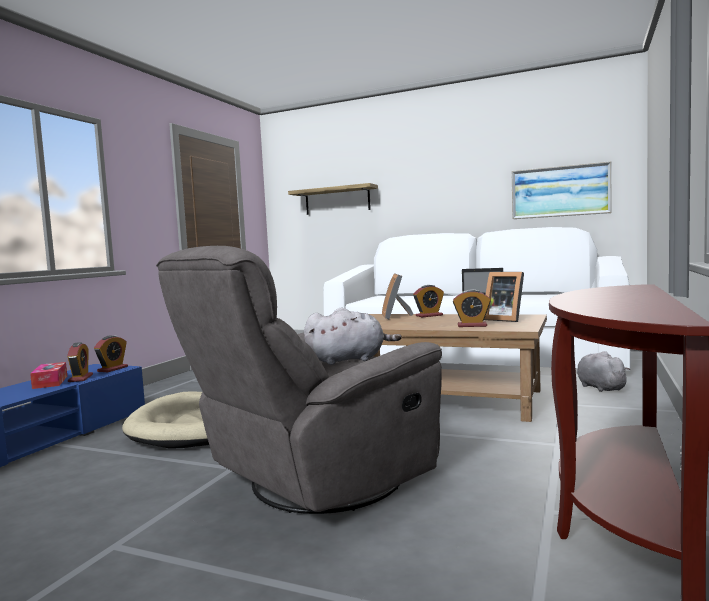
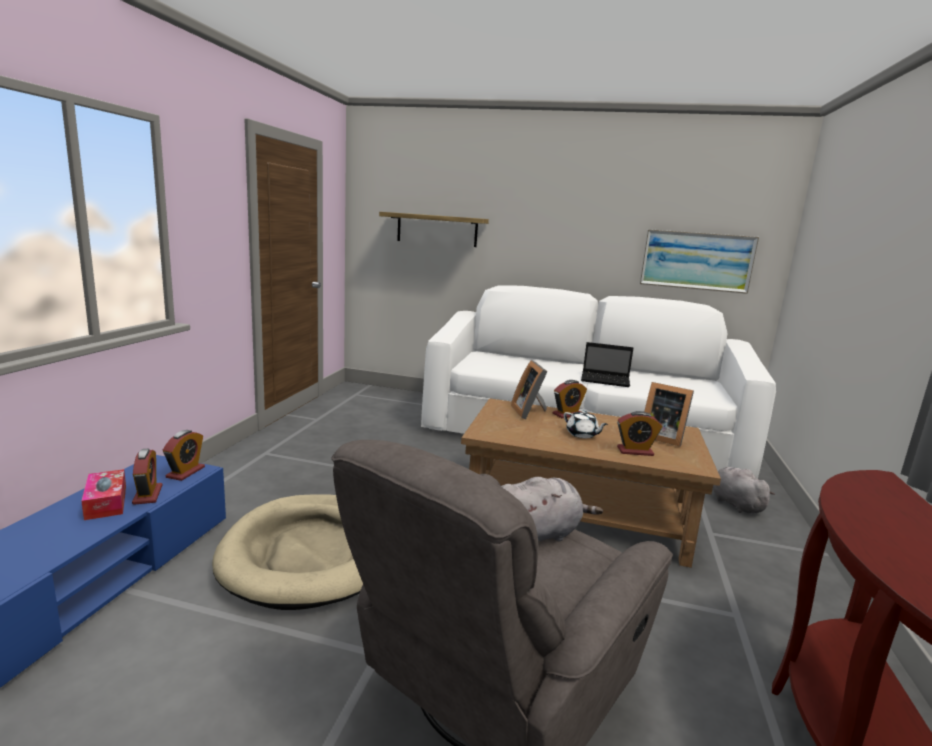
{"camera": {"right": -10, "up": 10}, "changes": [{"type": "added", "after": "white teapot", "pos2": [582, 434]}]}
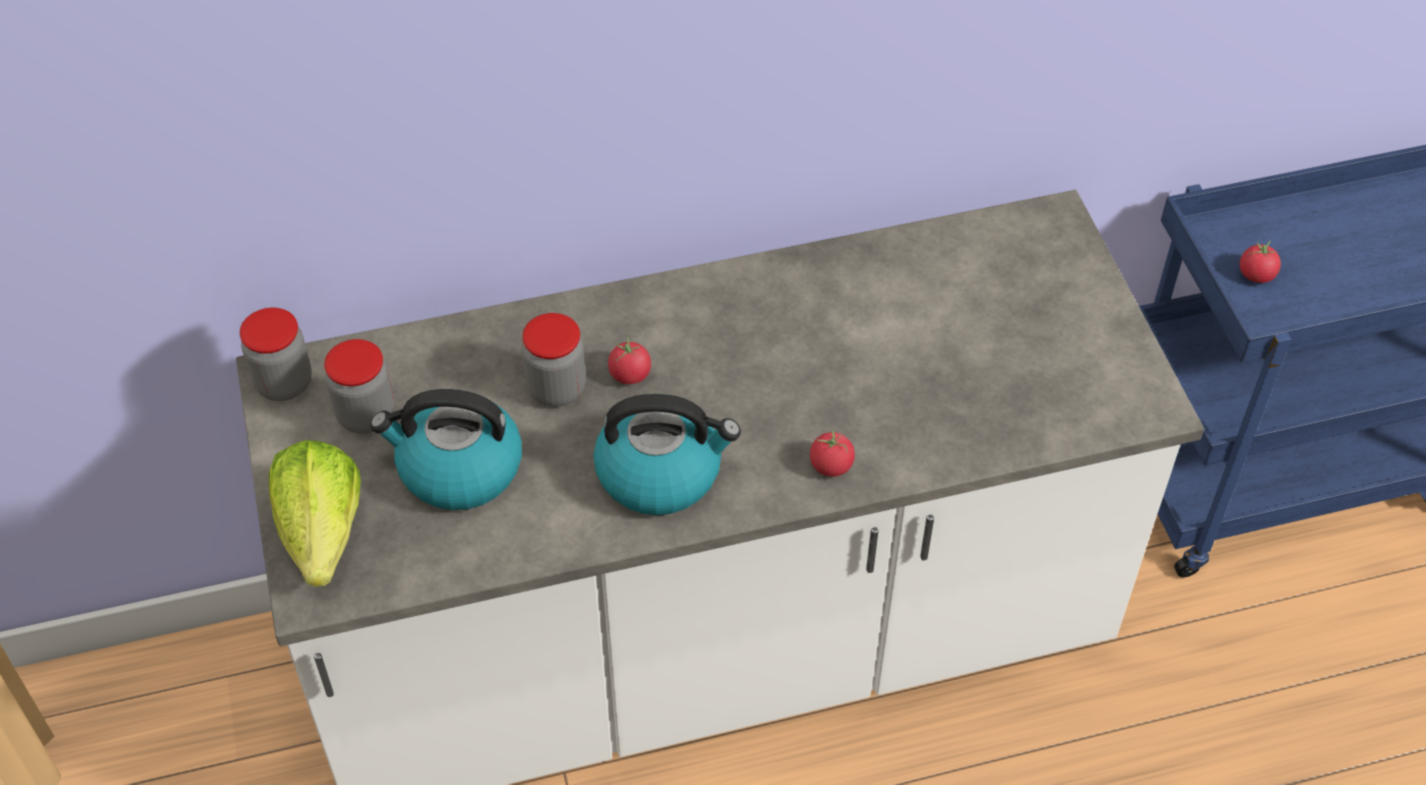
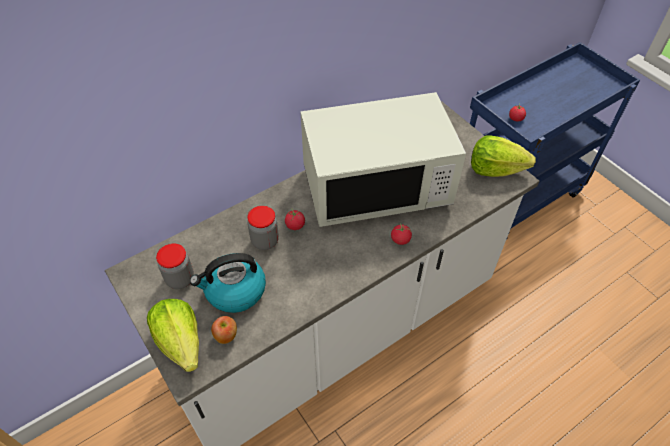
{"camera": {"right": -20, "up": 0}, "changes": [{"type": "removed", "before": "jar", "pos1": [284, 383]}, {"type": "removed", "before": "kettle", "pos1": [661, 472]}, {"type": "added", "after": "apple", "pos2": [226, 336]}, {"type": "added", "after": "white microwave", "pos2": [376, 187]}, {"type": "added", "after": "lettuce", "pos2": [495, 169]}]}
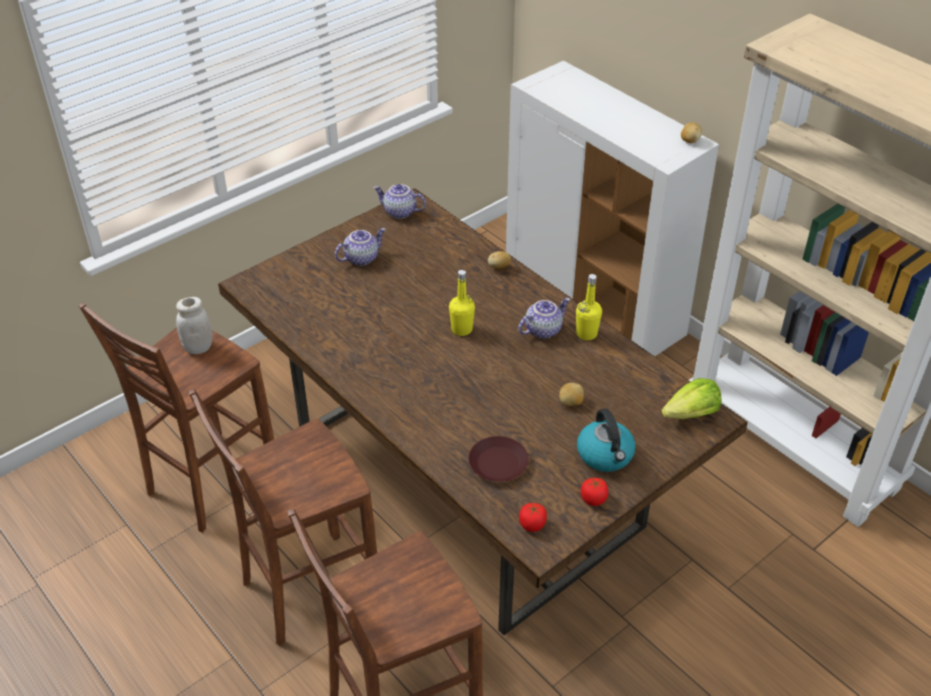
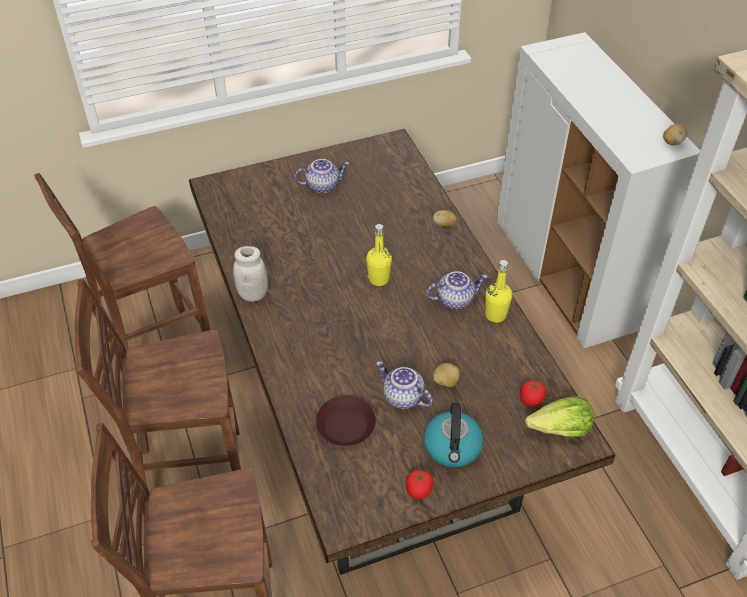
{"camera": {"right": 20, "up": 5}, "changes": [{"type": "moved", "before": "white jar", "pos1": [198, 347], "pos2": [253, 294]}, {"type": "moved", "before": "teapot", "pos1": [399, 212], "pos2": [402, 398]}, {"type": "moved", "before": "tomato", "pos1": [532, 524], "pos2": [531, 400]}]}
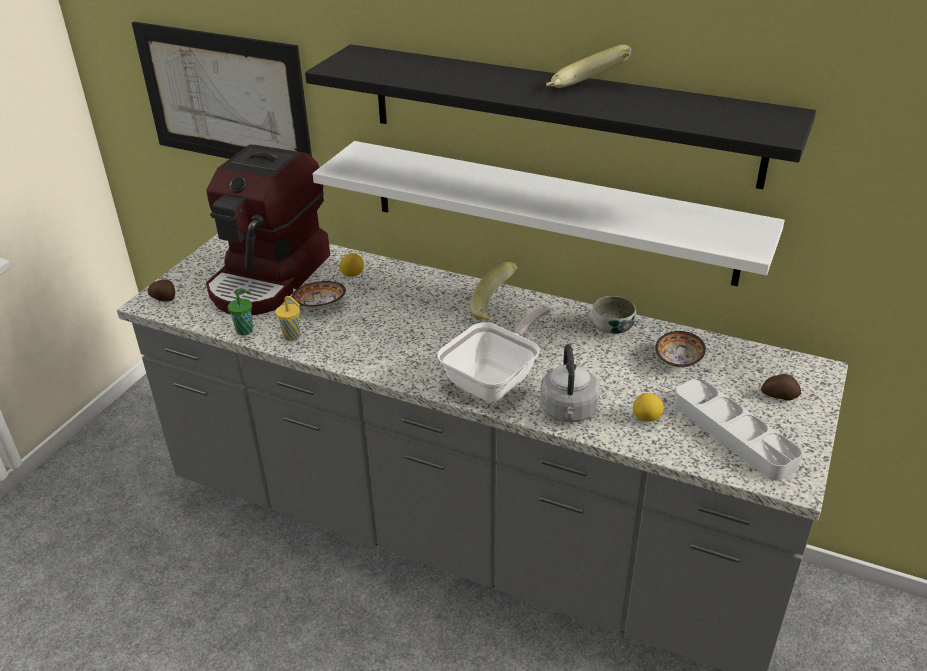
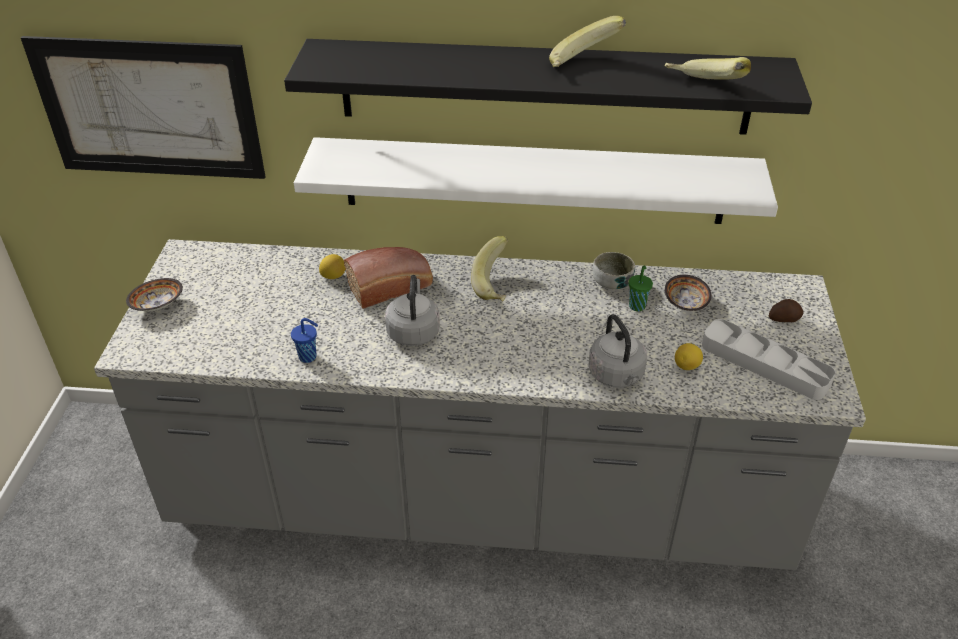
{"camera": {"right": -20, "up": 5}, "changes": [{"type": "removed", "before": "potato", "pos1": [164, 299]}, {"type": "removed", "before": "coffee machine", "pos1": [270, 278]}, {"type": "moved", "before": "green cup", "pos1": [245, 330], "pos2": [637, 305]}, {"type": "recoloured", "before": "yellow cup", "after": "blue cup", "pos1": [292, 336], "pos2": [309, 357]}, {"type": "moved", "before": "bowl", "pos1": [321, 306], "pos2": [159, 305]}, {"type": "removed", "before": "frying pan", "pos1": [496, 379]}, {"type": "added", "after": "bread", "pos2": [392, 287]}, {"type": "added", "after": "grey kettle", "pos2": [413, 331]}, {"type": "added", "after": "banana", "pos2": [703, 88]}]}
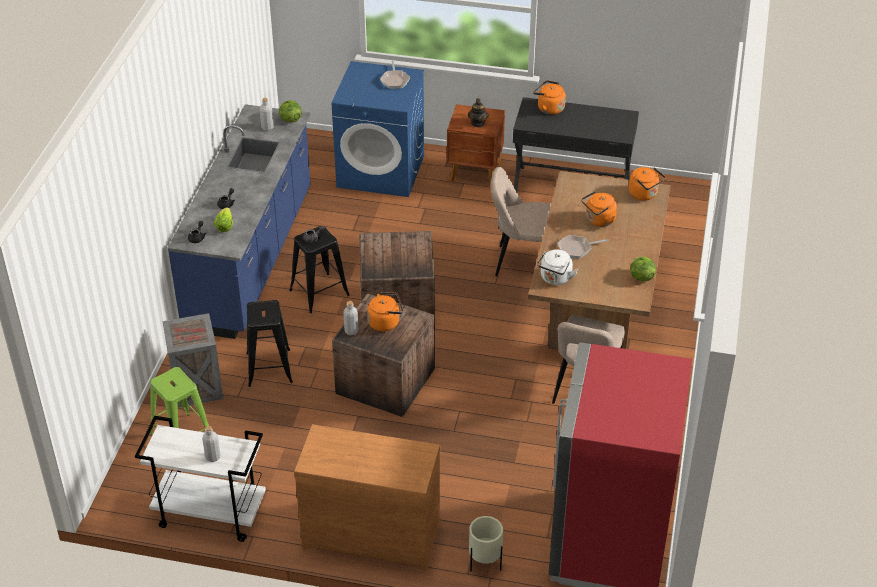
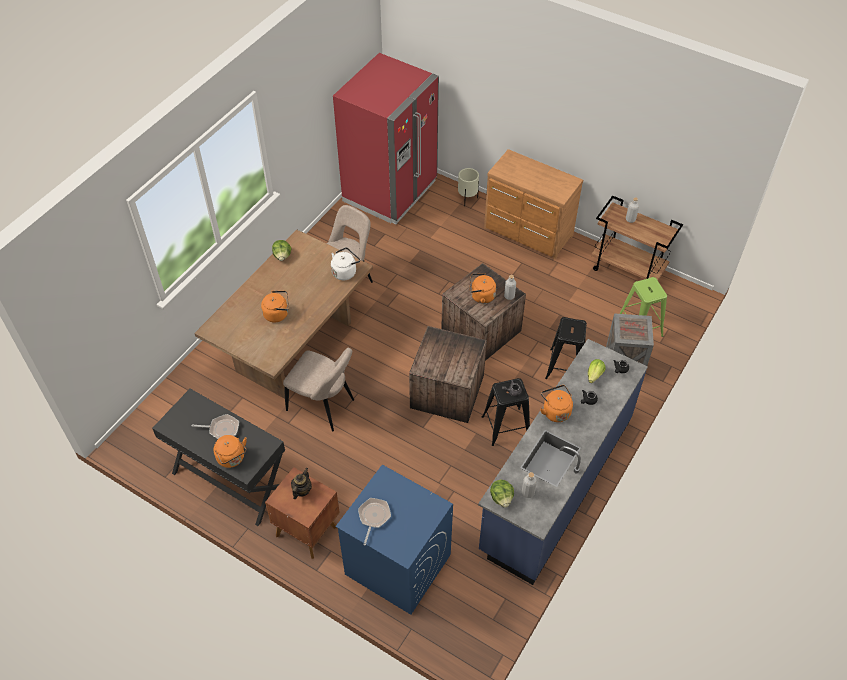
{"camera": {"right": -160, "up": 10}, "changes": [{"type": "recoloured", "before": "white cart", "after": "brown cart", "pos1": [209, 514], "pos2": [628, 270]}, {"type": "moved", "before": "frying pan", "pos1": [576, 249], "pos2": [222, 429]}, {"type": "moved", "before": "orange kettle", "pos1": [644, 194], "pos2": [555, 411]}]}
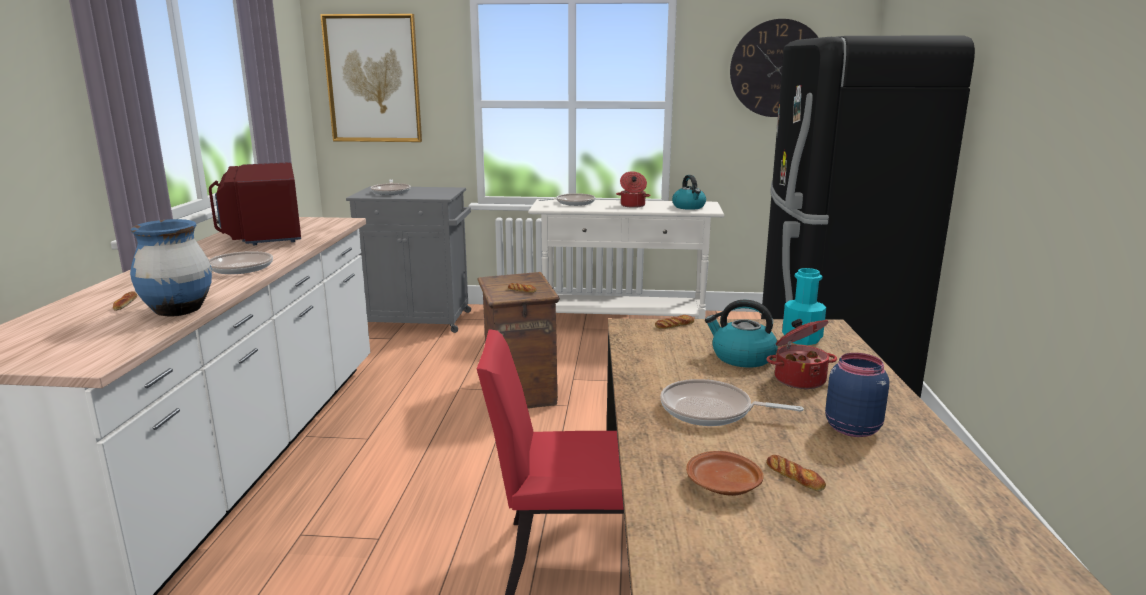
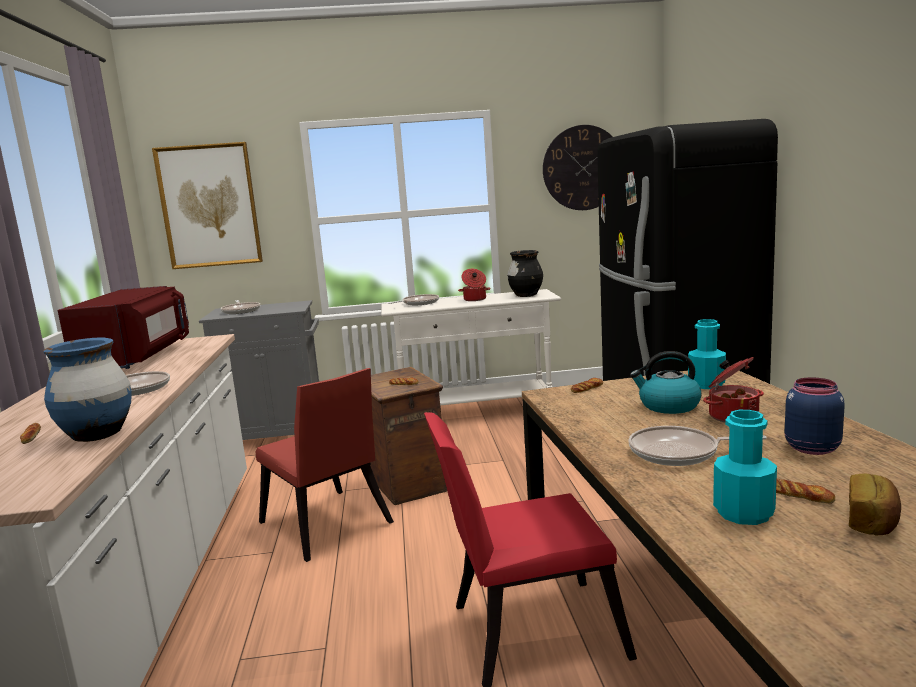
{"camera": {"right": -10, "up": -5}, "changes": [{"type": "turned", "before": "red microwave", "pos1": [264, 233], "pos2": [138, 357], "turn": -150}, {"type": "replaced", "before": "kettle", "after": "black vase", "pos1": [689, 207], "pos2": [526, 295]}, {"type": "replaced", "before": "brown plate", "after": "turquoise bottle", "pos1": [723, 485], "pos2": [743, 513]}, {"type": "added", "after": "red chair", "pos2": [327, 527]}, {"type": "added", "after": "bread", "pos2": [873, 521]}]}
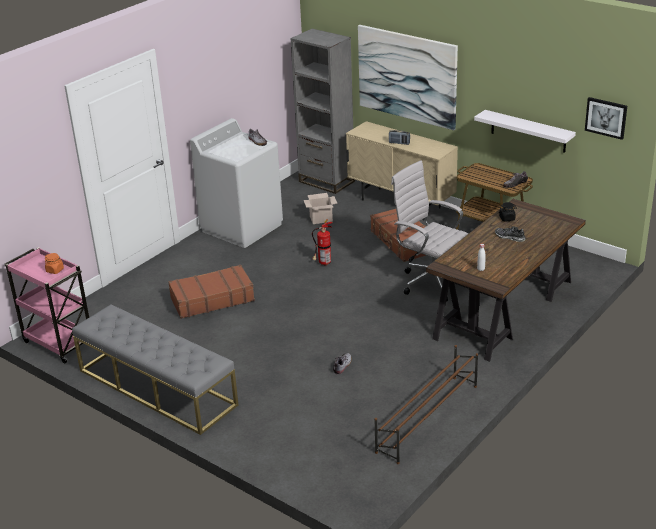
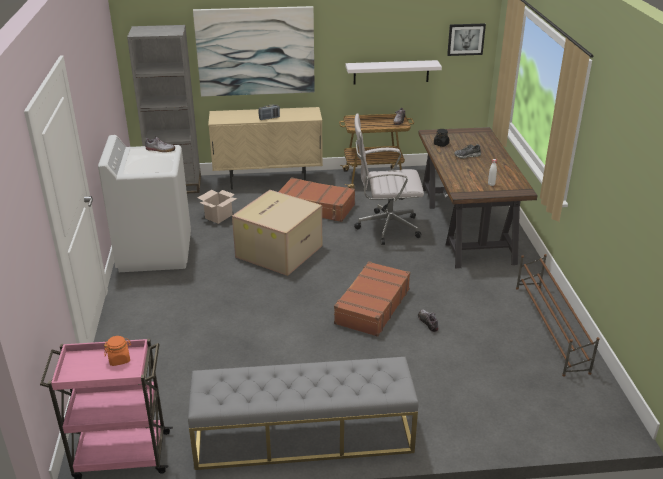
{"camera": {"right": -45, "up": 0}, "changes": [{"type": "moved", "before": "brown suitcase", "pos1": [212, 299], "pos2": [371, 306]}, {"type": "replaced", "before": "fire extinguisher", "after": "cardboard box", "pos1": [323, 263], "pos2": [279, 250]}]}
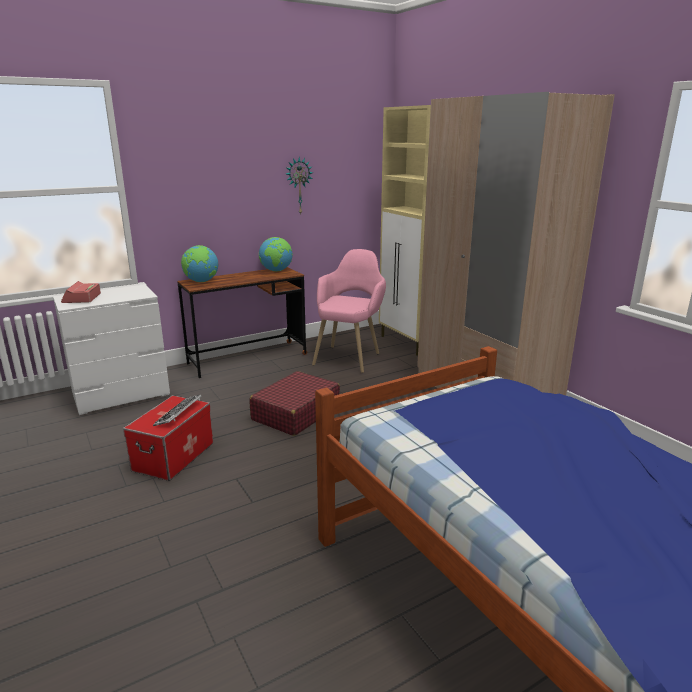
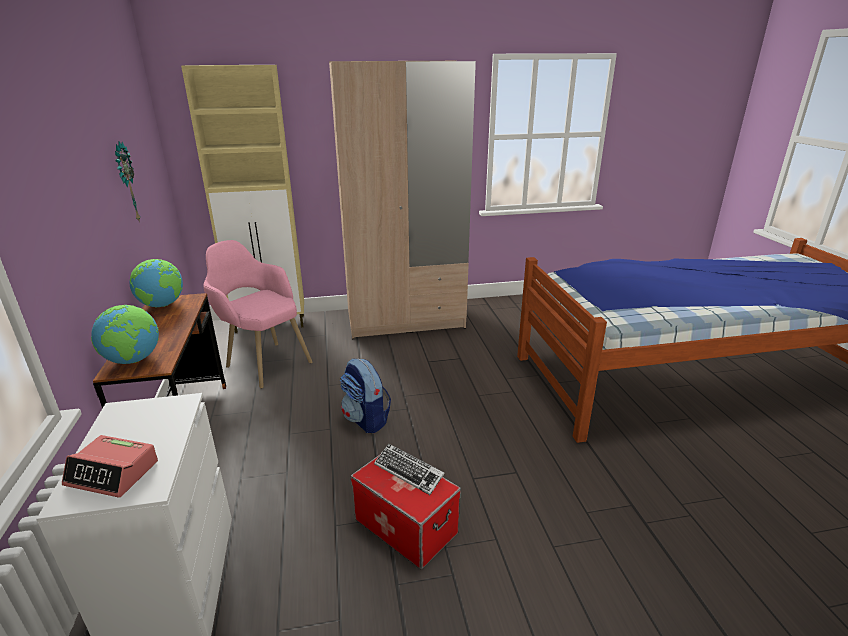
{"camera": {"right": -70, "up": 5}, "changes": [{"type": "replaced", "before": "red suitcase", "after": "backpack", "pos1": [295, 413], "pos2": [366, 420]}]}
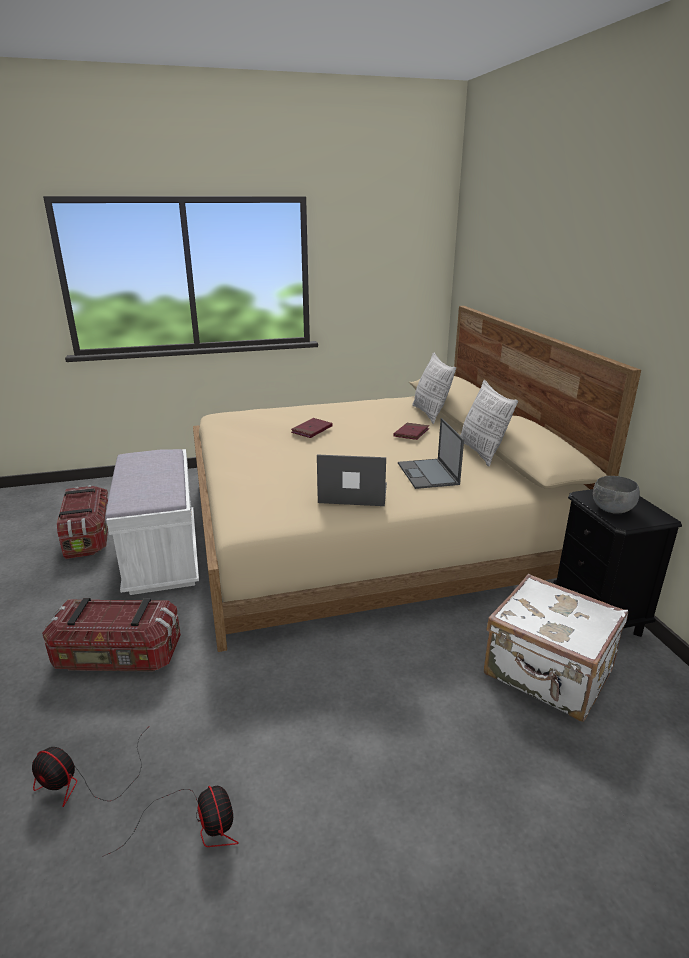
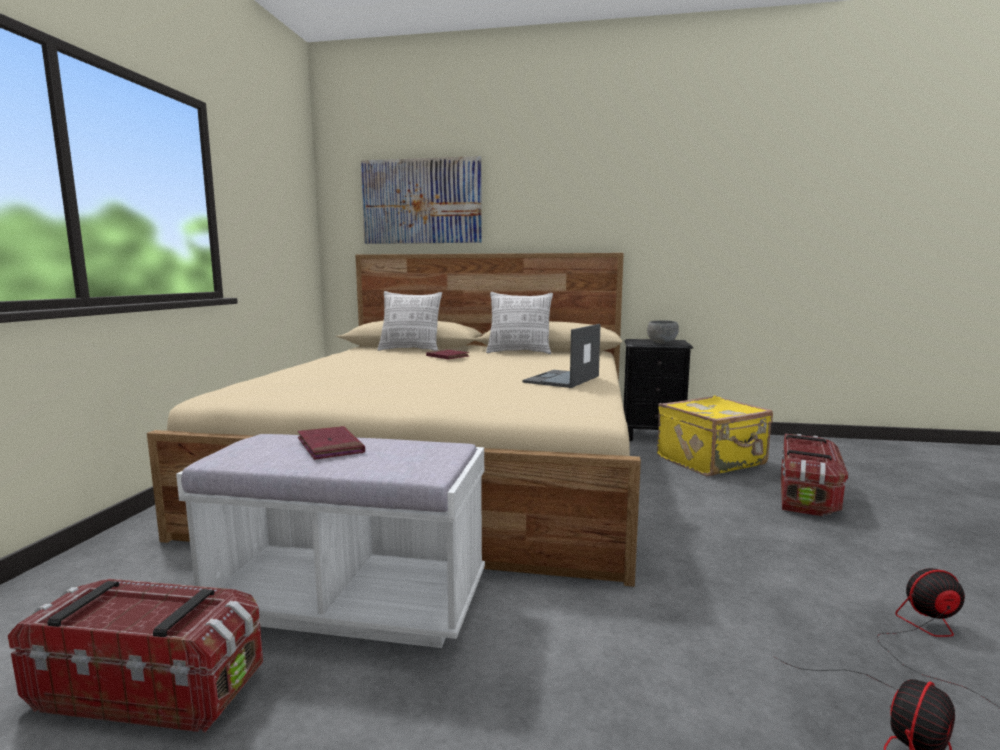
{"camera": {"right": -65, "up": -15}, "changes": [{"type": "moved", "before": "storage box", "pos1": [118, 657], "pos2": [806, 496]}, {"type": "moved", "before": "red book", "pos1": [312, 430], "pos2": [330, 446]}, {"type": "removed", "before": "laptop", "pos1": [428, 474]}, {"type": "recoloured", "before": "white suitcase", "after": "yellow suitcase", "pos1": [548, 674], "pos2": [712, 461]}, {"type": "added", "after": "picture", "pos2": [421, 201]}]}
